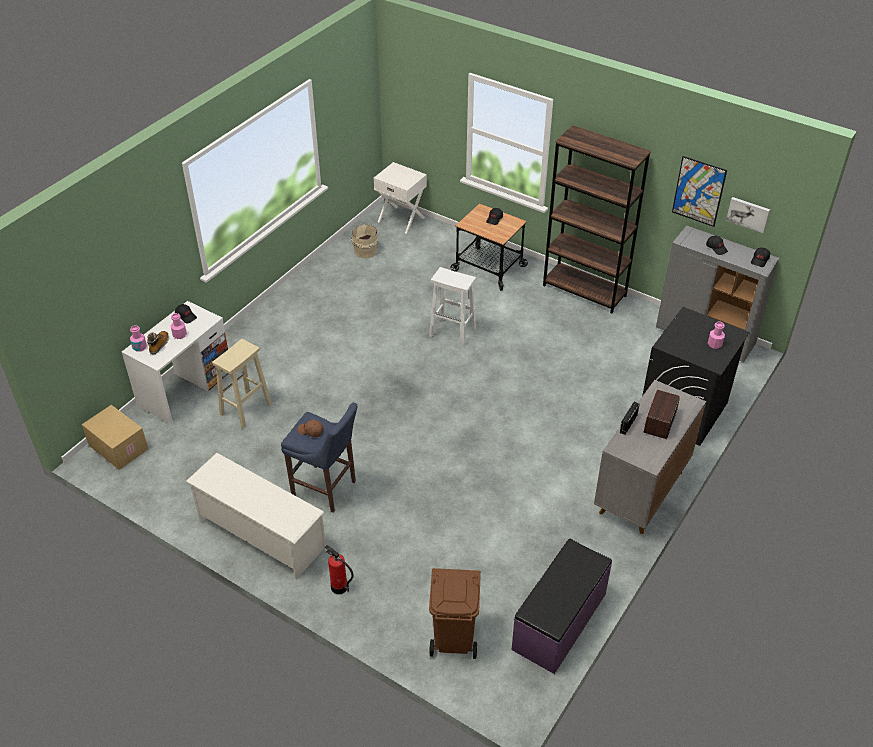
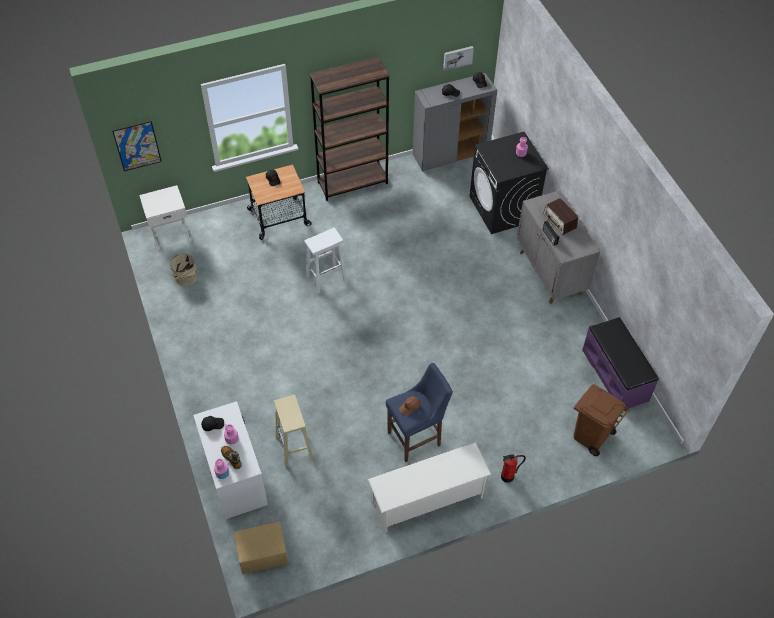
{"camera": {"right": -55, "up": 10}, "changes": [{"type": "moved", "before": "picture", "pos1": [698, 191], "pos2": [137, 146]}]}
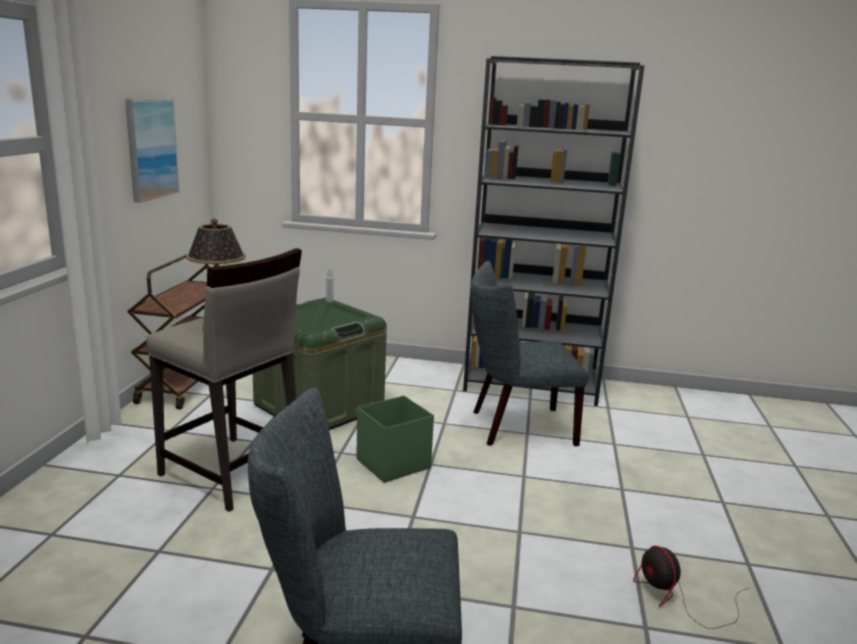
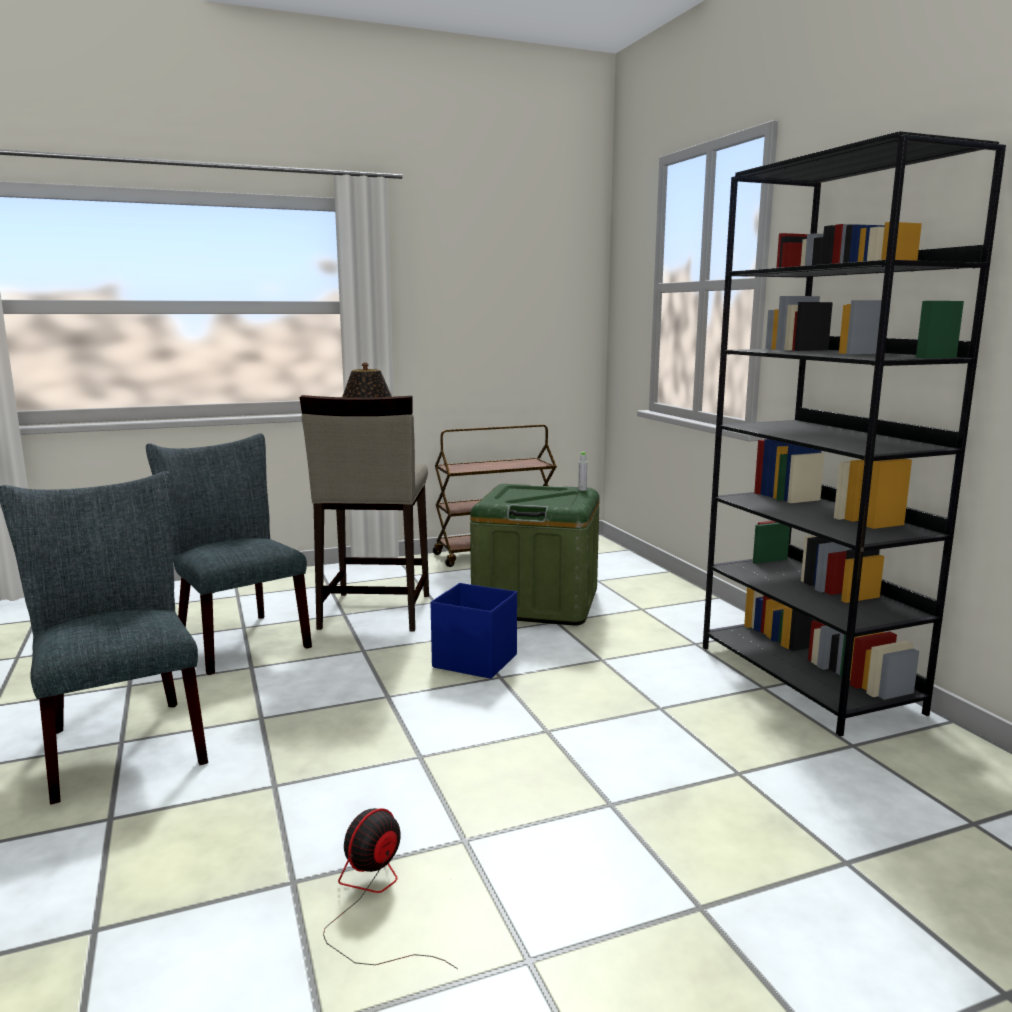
{"camera": {"right": 60, "up": -5}, "changes": [{"type": "removed", "before": "picture", "pos1": [151, 148]}, {"type": "recoloured", "before": "green storage box", "after": "blue storage box", "pos1": [392, 464], "pos2": [474, 660]}, {"type": "moved", "before": "grey chair", "pos1": [516, 427], "pos2": [236, 639]}]}
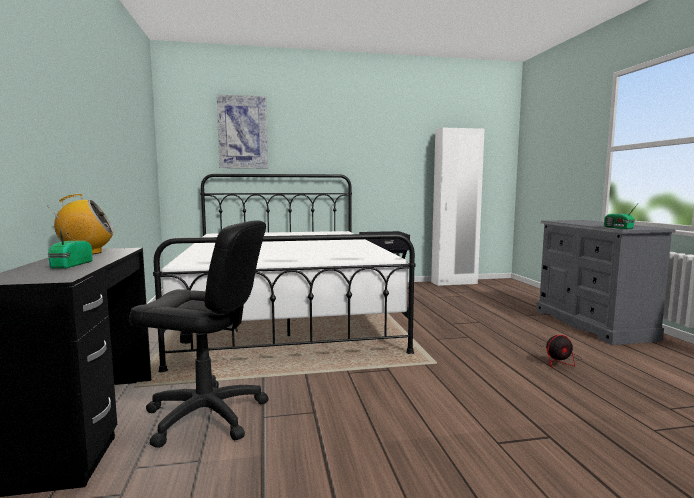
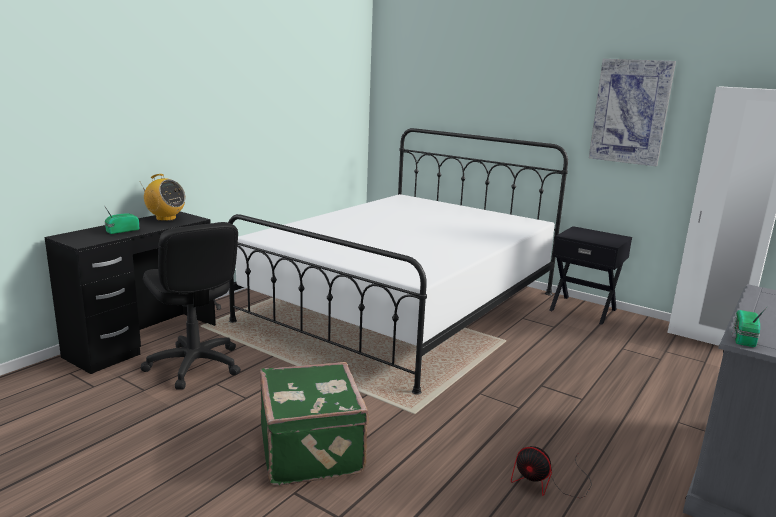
{"camera": {"right": 45, "up": 10}, "changes": [{"type": "moved", "before": "picture", "pos1": [243, 132], "pos2": [630, 112]}, {"type": "added", "after": "green suitcase", "pos2": [313, 449]}]}
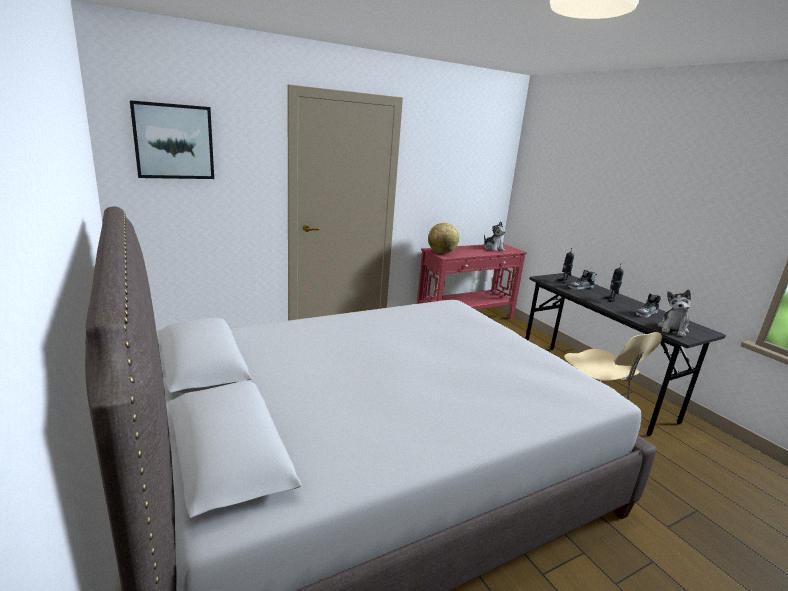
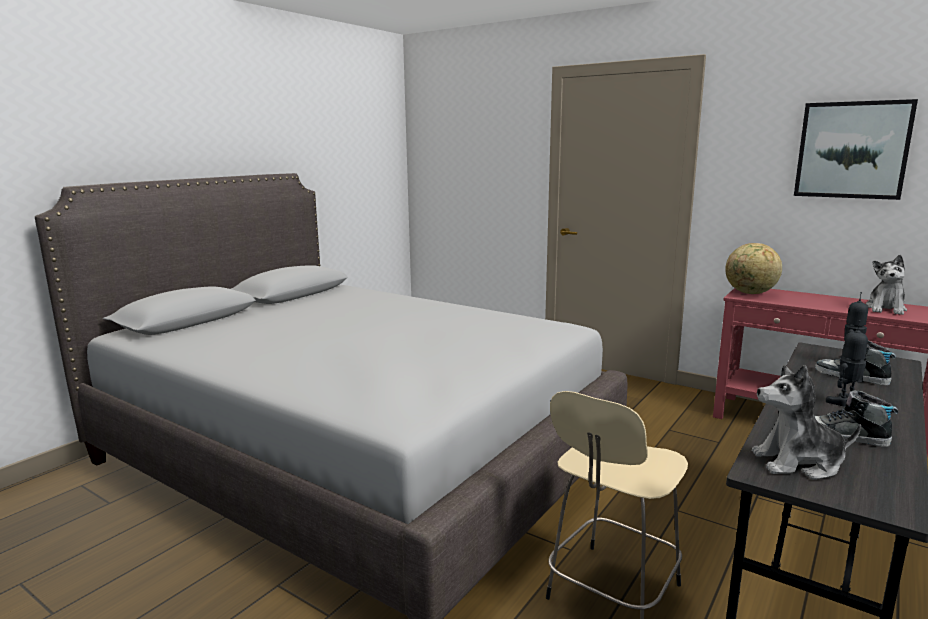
{"camera": {"right": 65, "up": -5}, "changes": [{"type": "moved", "before": "picture", "pos1": [174, 141], "pos2": [852, 150]}]}
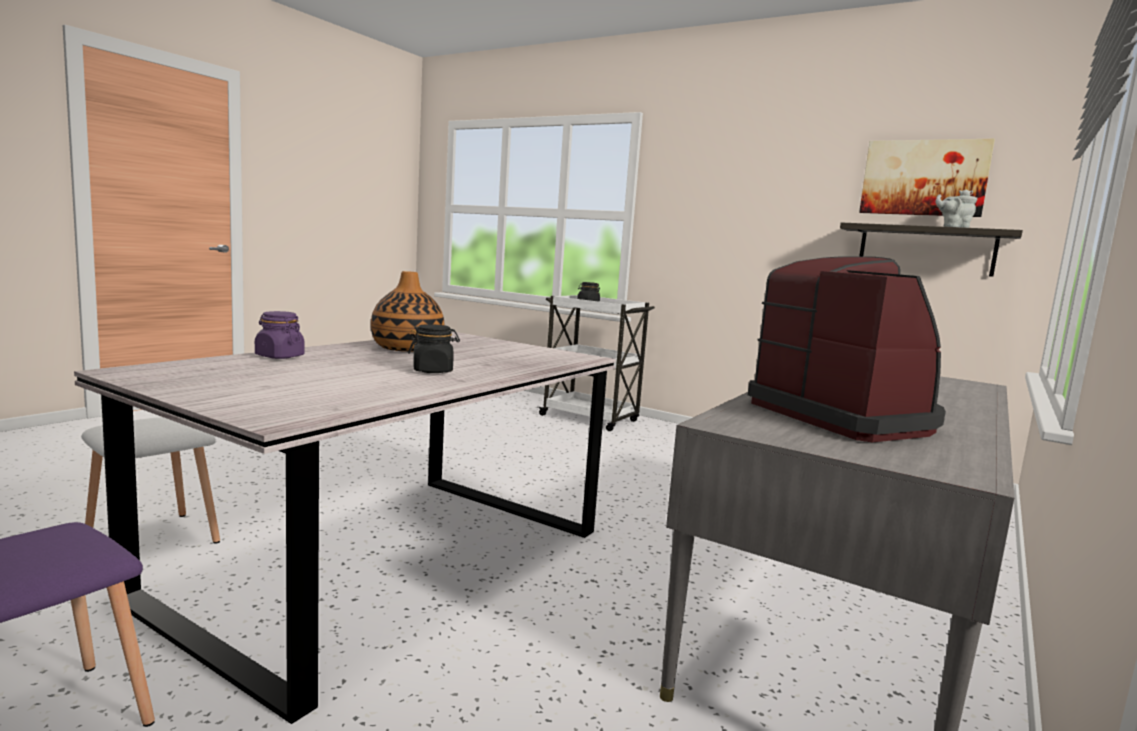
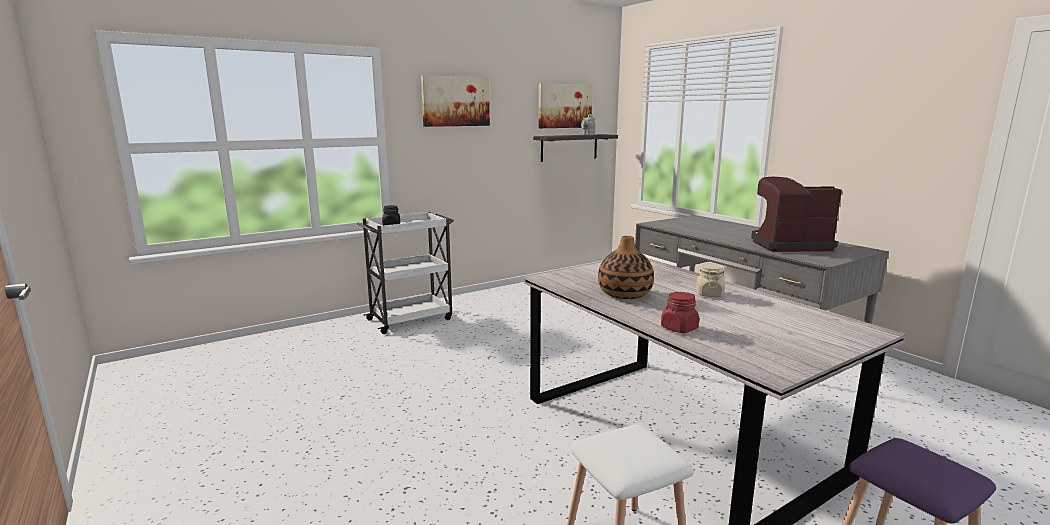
{"camera": {"right": -65, "up": 5}, "changes": [{"type": "recoloured", "before": "purple jar", "after": "red jar", "pos1": [279, 356], "pos2": [679, 328]}, {"type": "recoloured", "before": "black jar", "after": "beige jar", "pos1": [433, 371], "pos2": [709, 294]}, {"type": "added", "after": "picture", "pos2": [455, 101]}]}
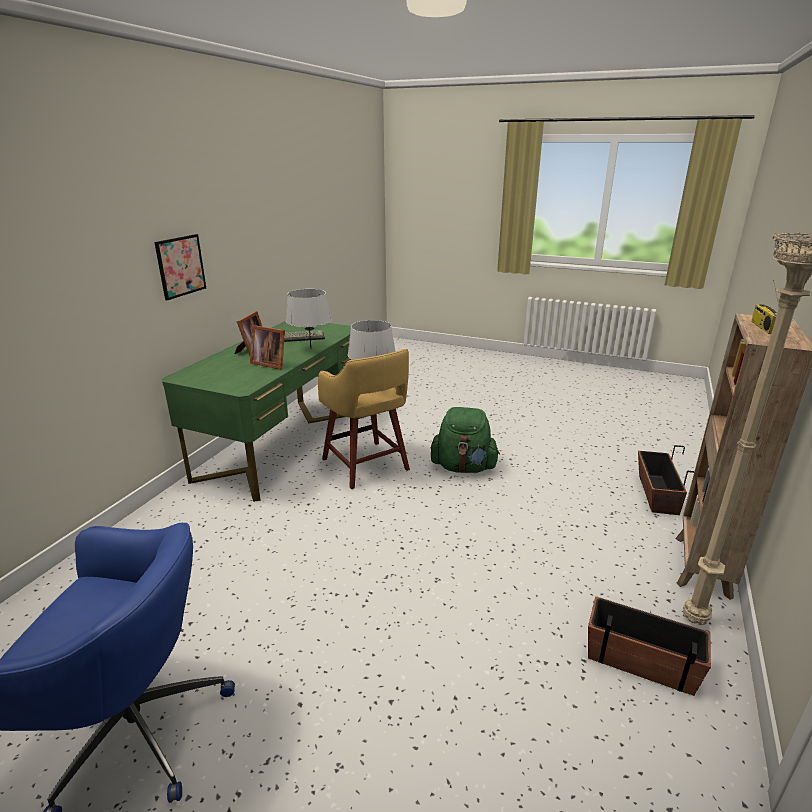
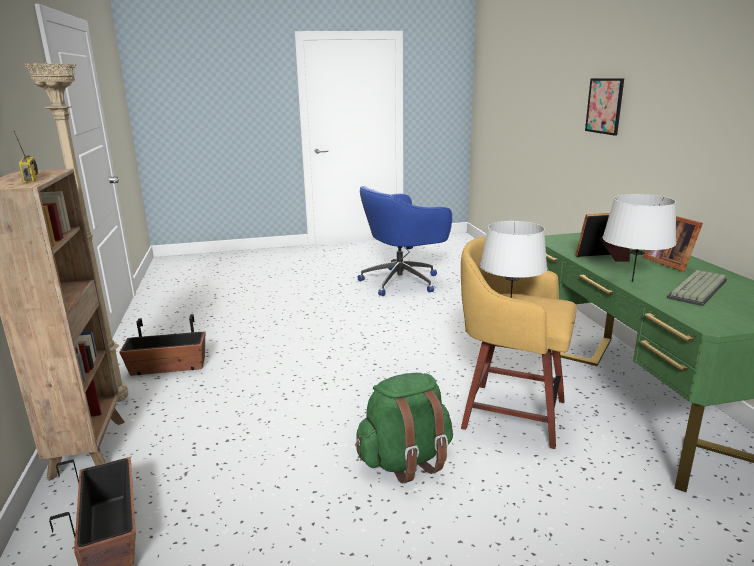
{"camera": {"right": 145, "up": -5}, "changes": [{"type": "moved", "before": "picture", "pos1": [180, 266], "pos2": [604, 106]}]}
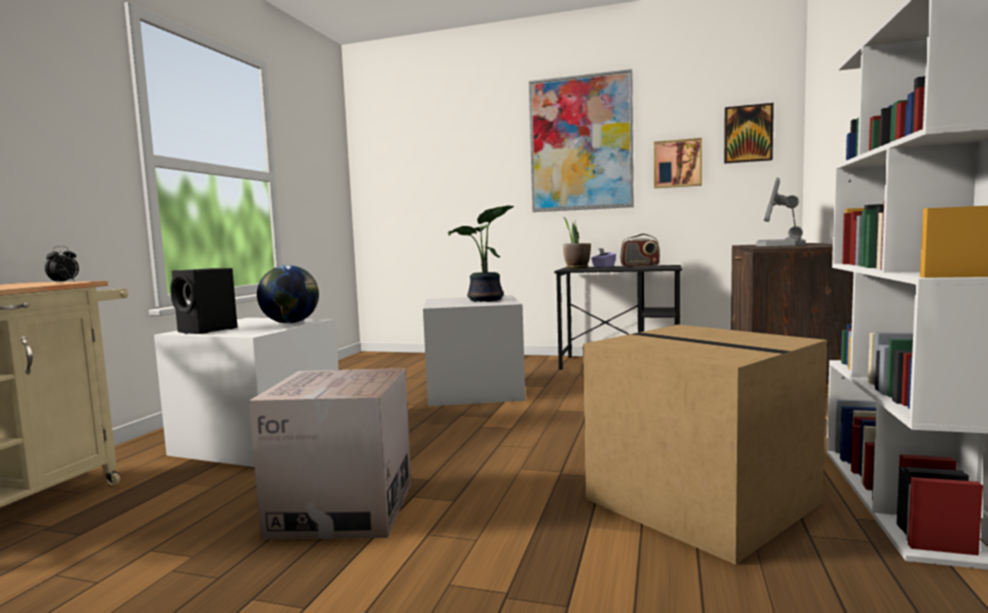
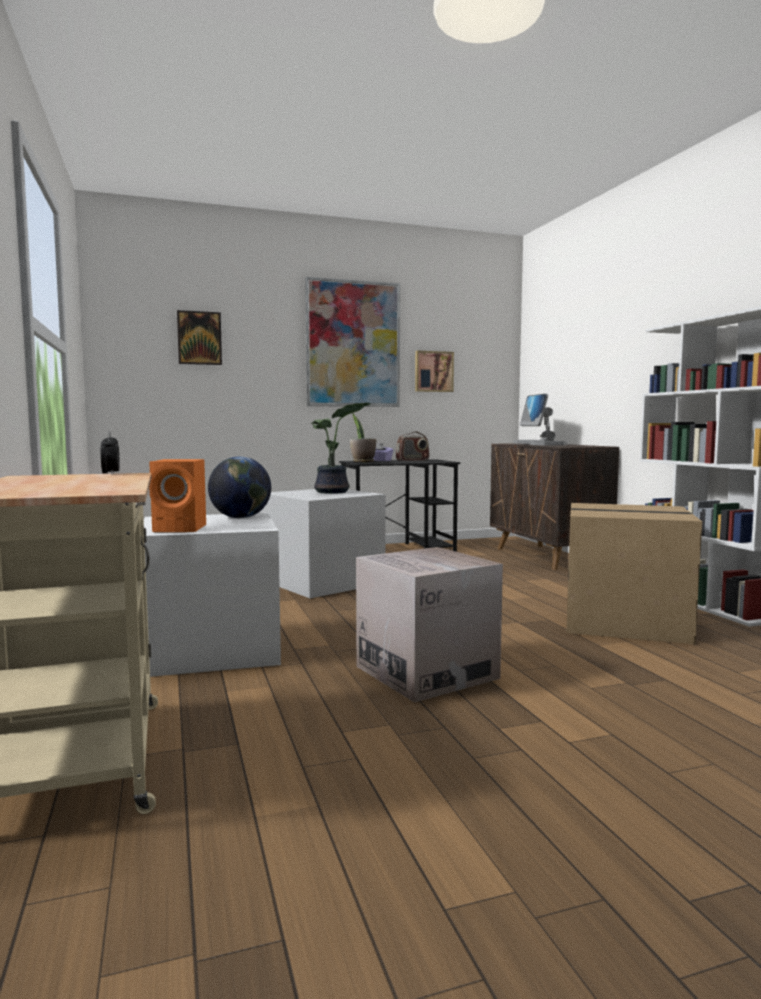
{"camera": {"right": -35, "up": 0}, "changes": [{"type": "recoloured", "before": "black speaker", "after": "orange speaker", "pos1": [208, 330], "pos2": [182, 529]}, {"type": "moved", "before": "picture", "pos1": [748, 134], "pos2": [199, 338]}]}
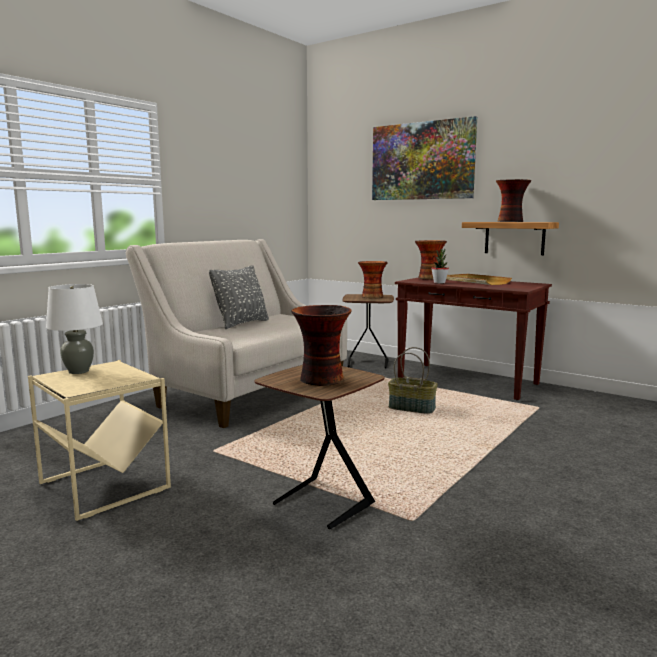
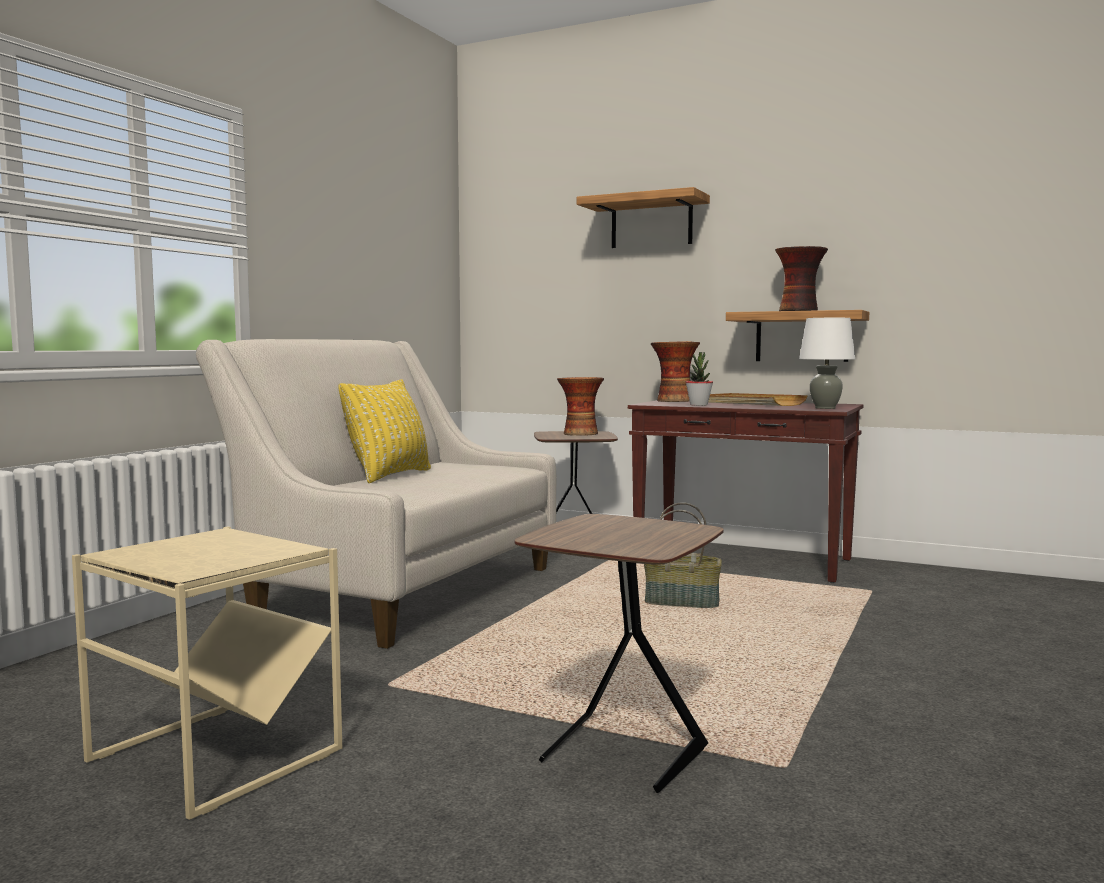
{"camera": {"right": -10, "up": -5}, "changes": [{"type": "moved", "before": "white table lamp", "pos1": [79, 371], "pos2": [825, 408]}, {"type": "recoloured", "before": "grey pillow", "after": "yellow pillow", "pos1": [241, 323], "pos2": [389, 475]}, {"type": "removed", "before": "vase", "pos1": [321, 380]}, {"type": "replaced", "before": "picture", "after": "shelf", "pos1": [422, 161], "pos2": [651, 222]}]}
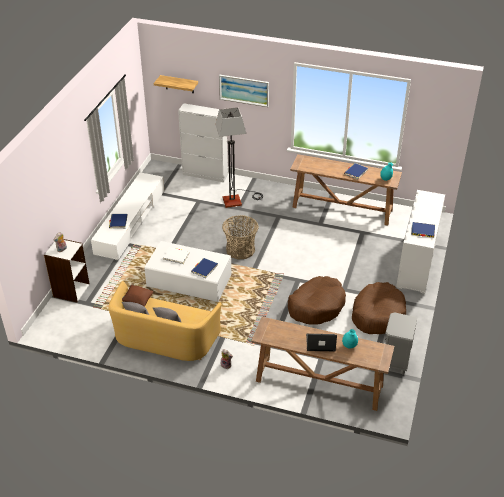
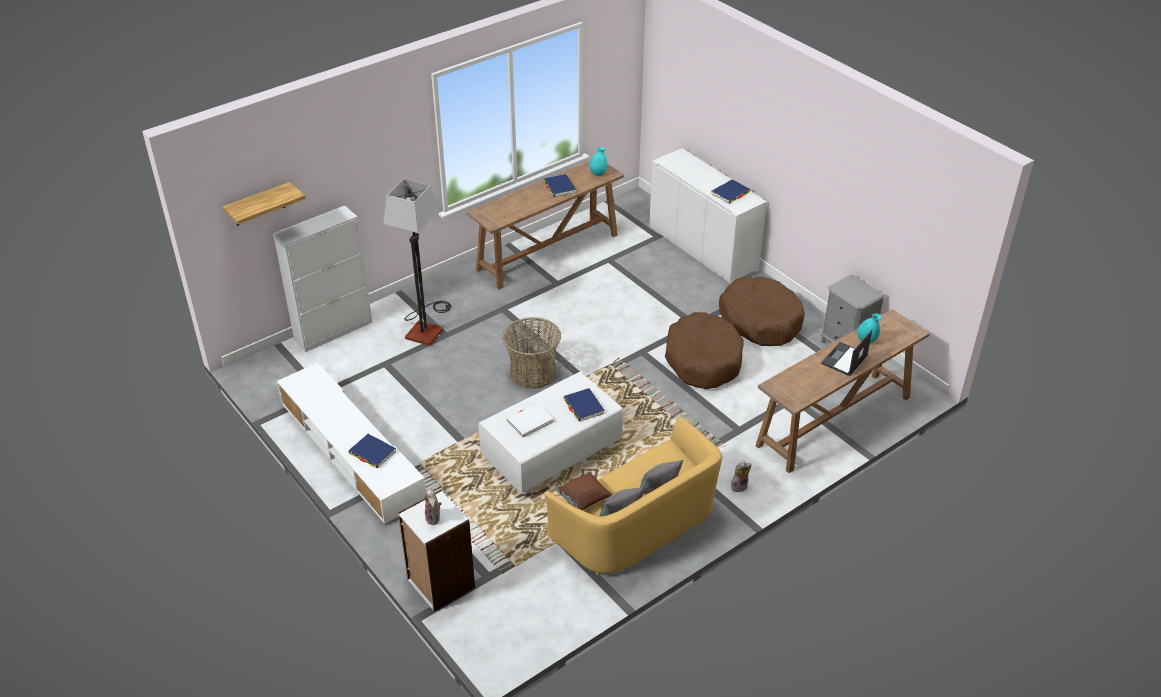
{"camera": {"right": -55, "up": 0}, "changes": [{"type": "removed", "before": "picture", "pos1": [244, 90]}]}
